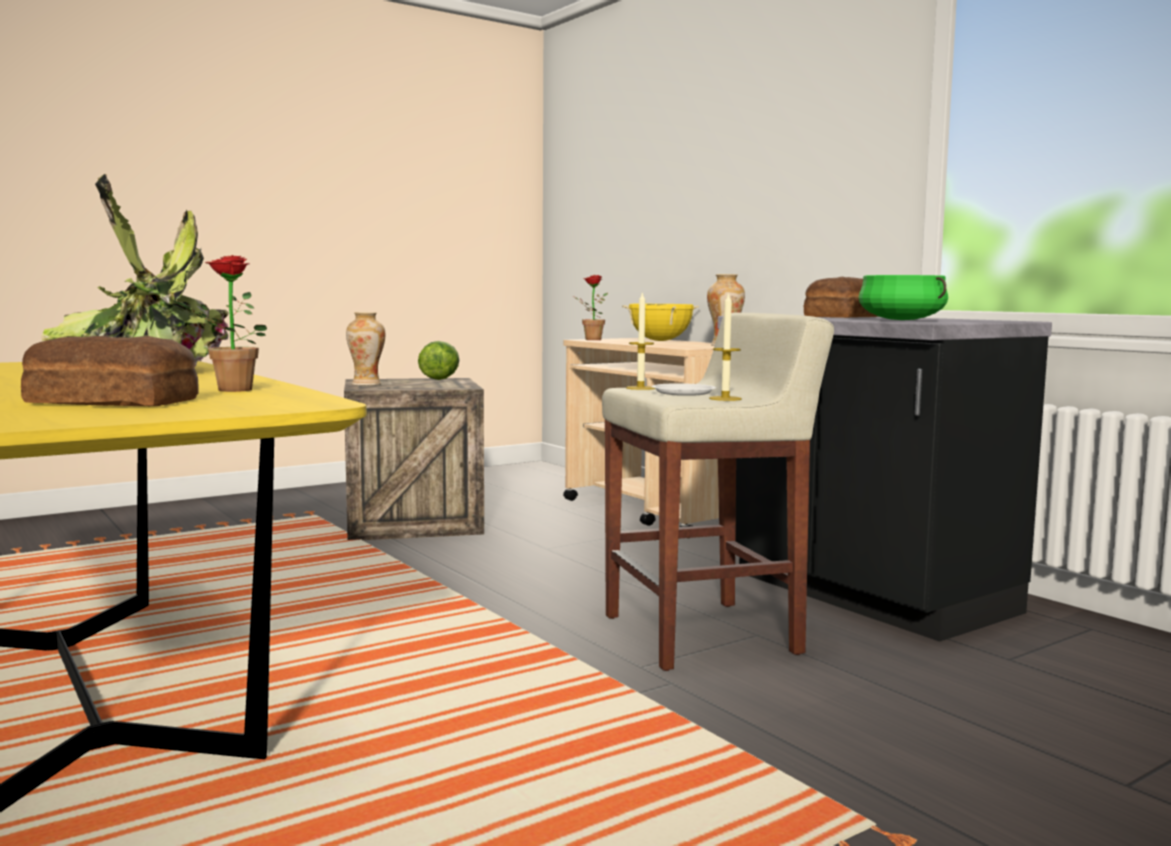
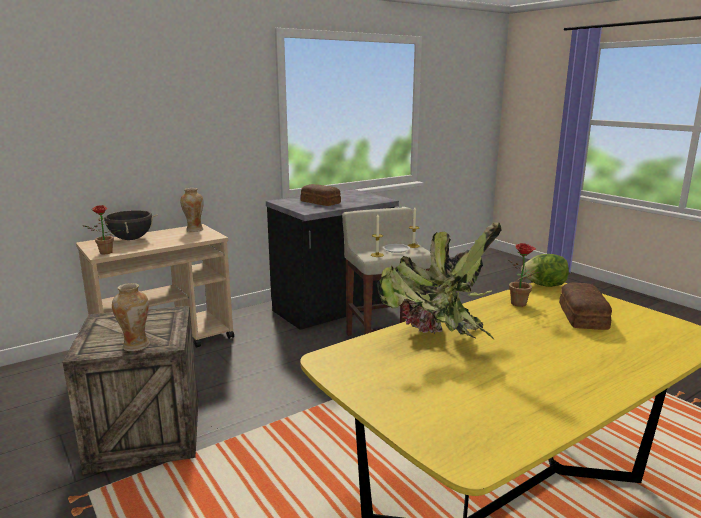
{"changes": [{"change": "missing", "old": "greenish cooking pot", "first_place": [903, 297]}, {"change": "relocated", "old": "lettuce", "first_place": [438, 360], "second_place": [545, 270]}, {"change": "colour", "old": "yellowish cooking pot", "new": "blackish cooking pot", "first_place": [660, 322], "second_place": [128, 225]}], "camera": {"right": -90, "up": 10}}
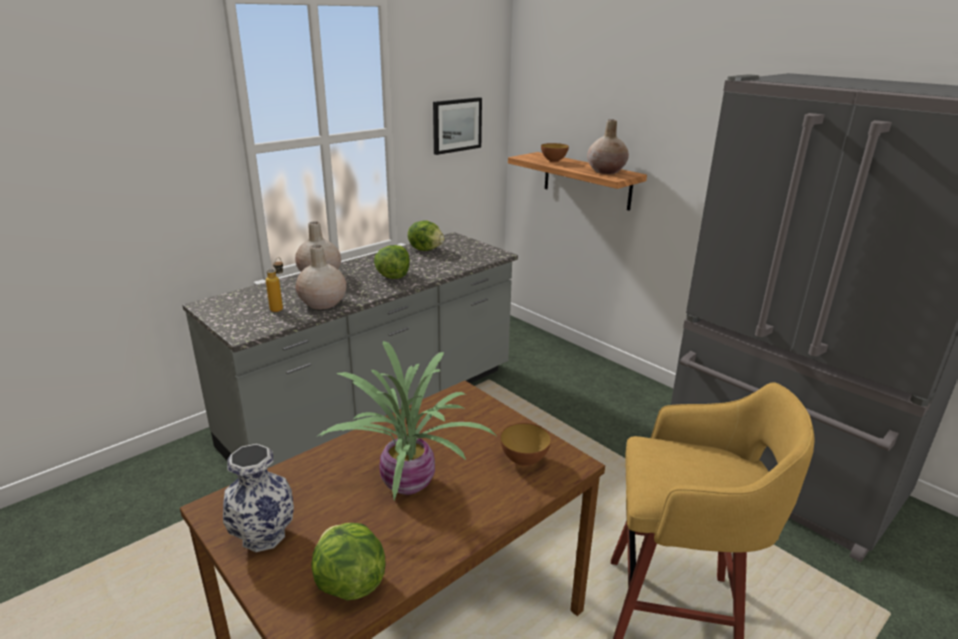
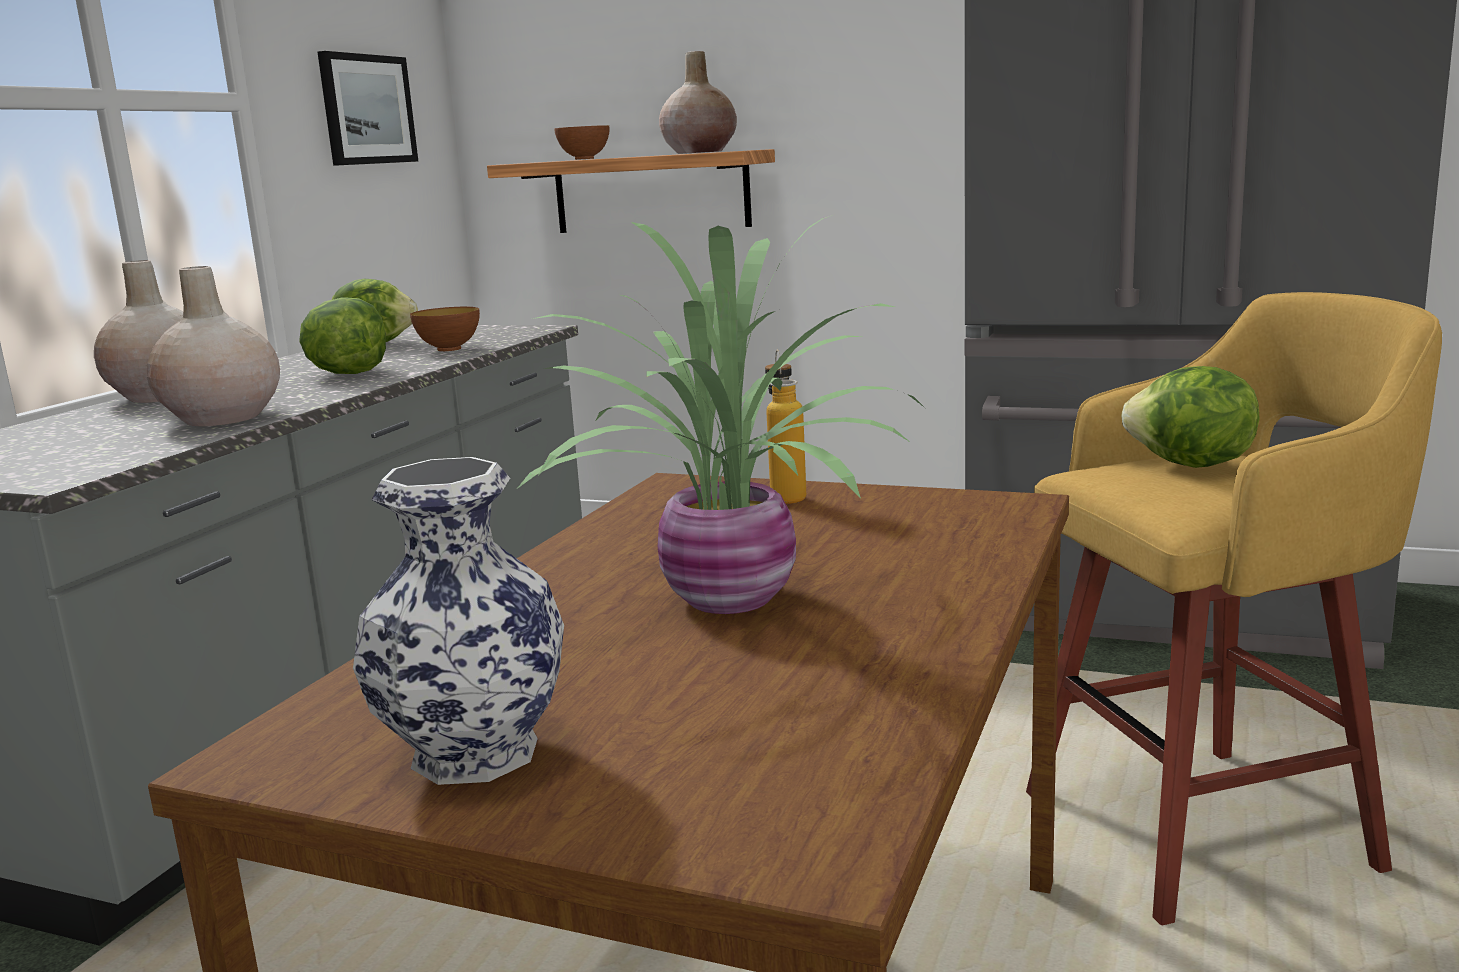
{"changes": [{"change": "relocated", "old": "beverage bottle", "first_place": [274, 284], "second_place": [785, 426]}, {"change": "relocated", "old": "lettuce", "first_place": [348, 562], "second_place": [1190, 417]}, {"change": "relocated", "old": "serving bowl", "first_place": [525, 444], "second_place": [445, 329]}], "camera": {"right": -25, "up": -10}}
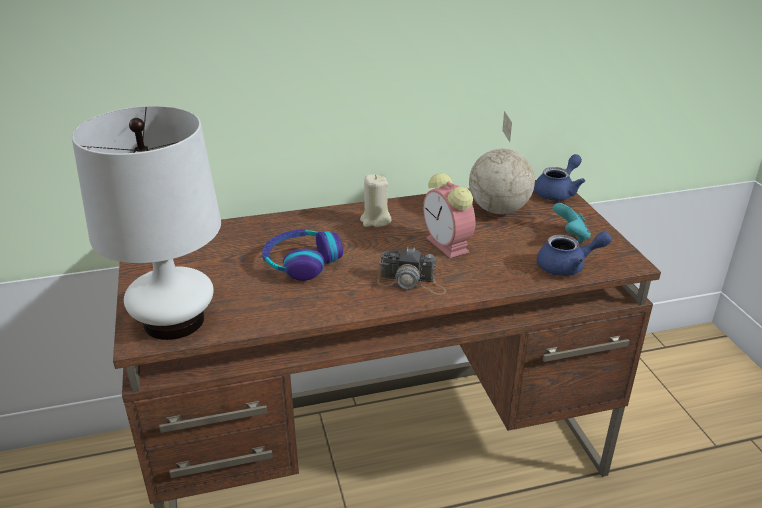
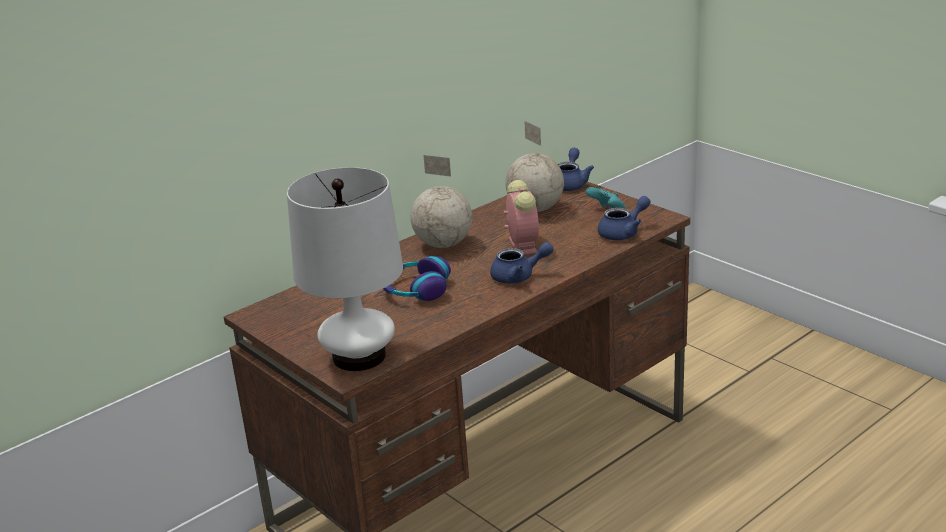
{"changes": [{"change": "exchanged", "old": "beige-coloured wax candle", "new": "globe", "first_place": [375, 200], "second_place": [441, 201]}, {"change": "exchanged", "old": "still camera", "new": "bluish teapot", "first_place": [411, 271], "second_place": [522, 262]}, {"change": "spun", "old": "alarm clock", "first_place": [449, 215], "second_place": [521, 217], "degrees": -135}], "camera": {"right": -25, "up": -5}}
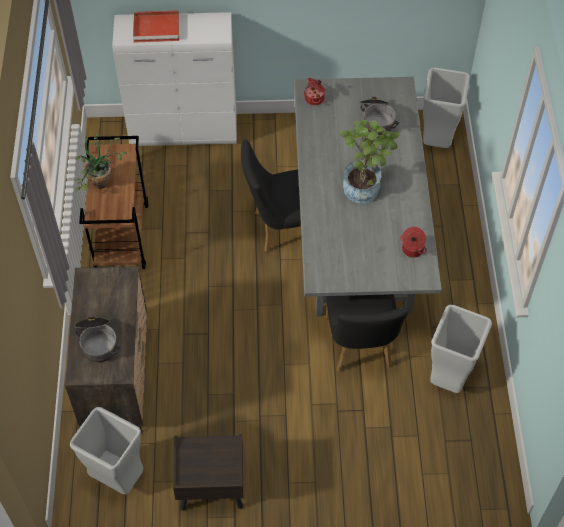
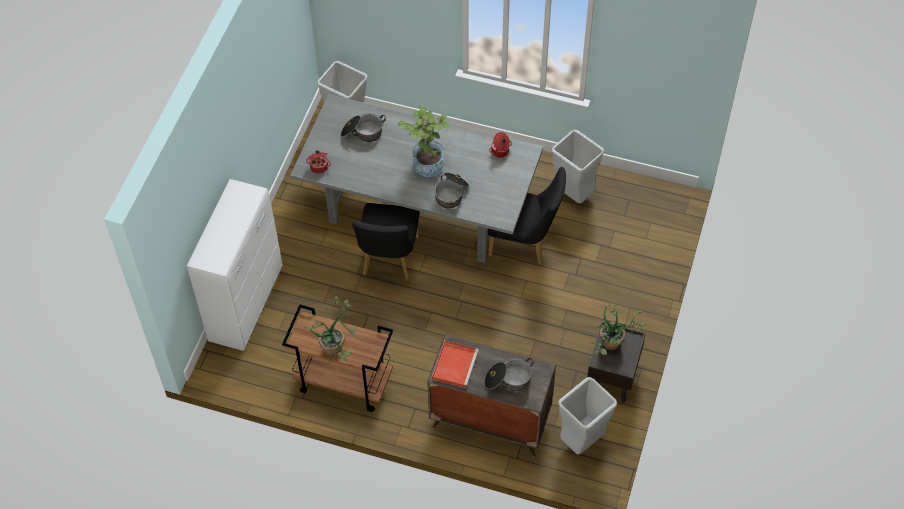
{"changes": [{"change": "appeared", "new": "cooking pot", "second_place": [451, 190]}, {"change": "appeared", "new": "houseplant", "second_place": [619, 329]}, {"change": "relocated", "old": "reddish serving tray", "first_place": [156, 26], "second_place": [455, 364]}], "camera": {"right": -70, "up": 0}}
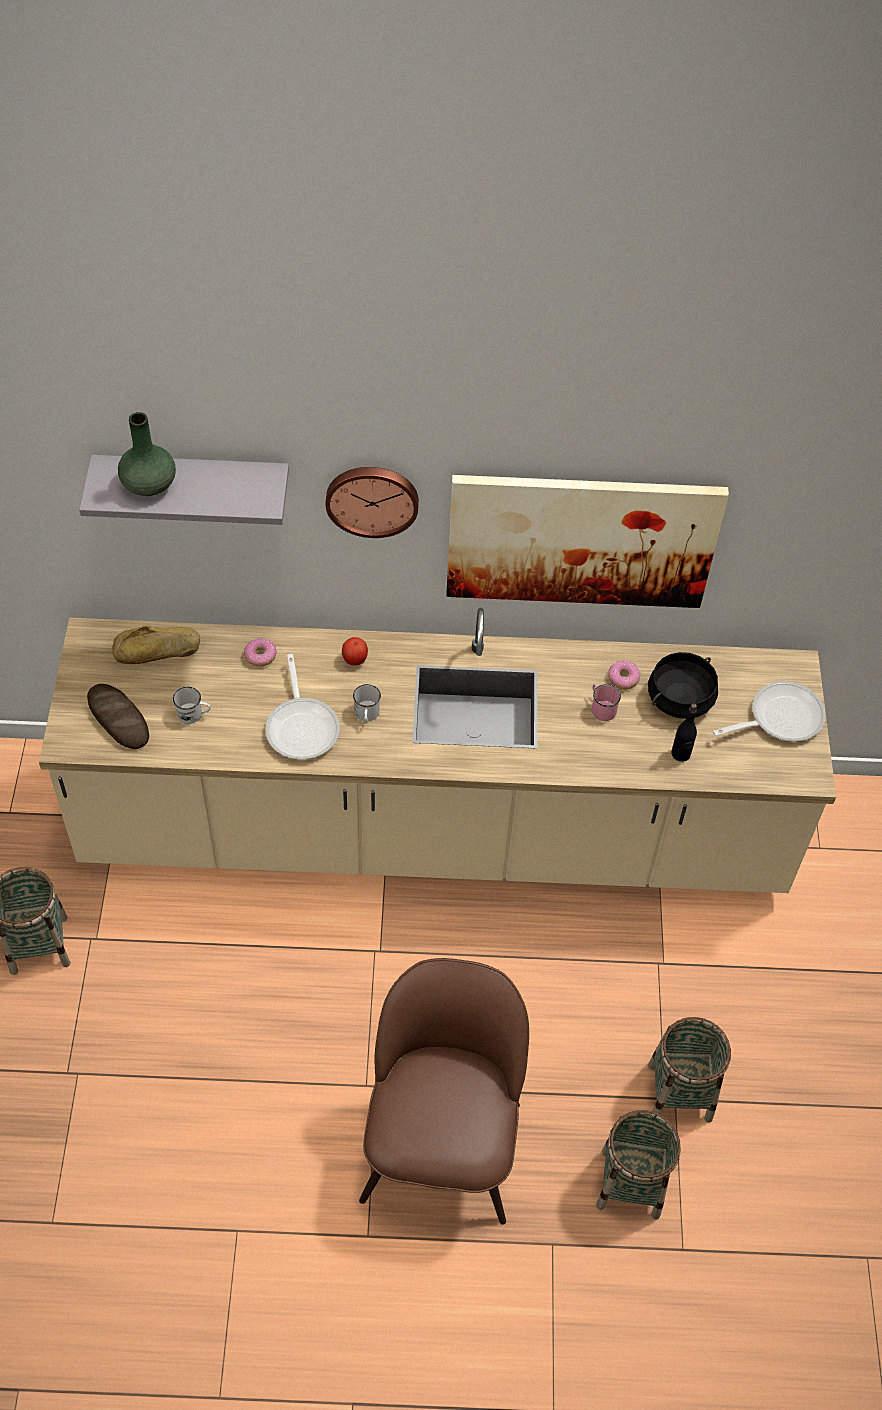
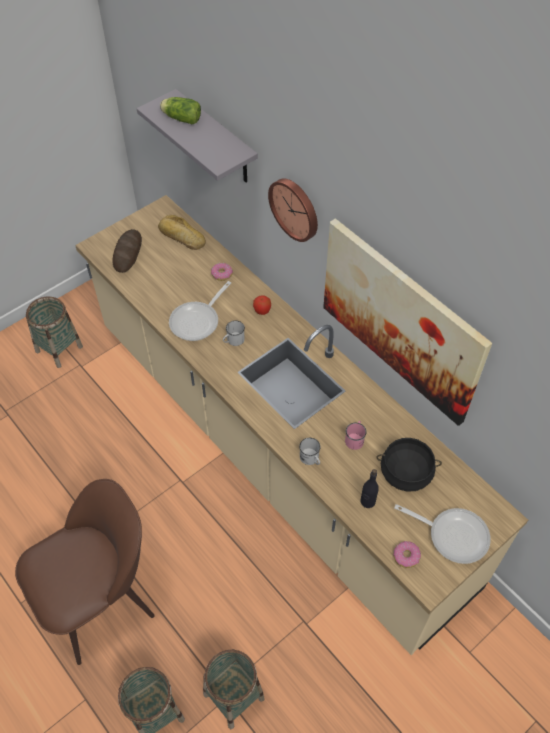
{"changes": [{"change": "relocated", "old": "white-coloured tea mug", "first_place": [192, 705], "second_place": [309, 451]}, {"change": "relocated", "old": "ring doughnut", "first_place": [624, 675], "second_place": [407, 554]}, {"change": "exchanged", "old": "greenish flower vase", "new": "lettuce", "first_place": [147, 454], "second_place": [180, 110]}], "camera": {"right": 50, "up": 0}}
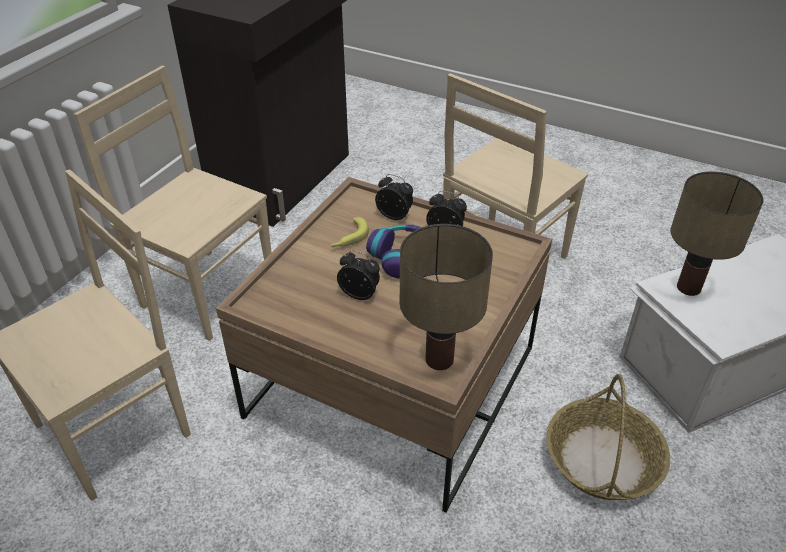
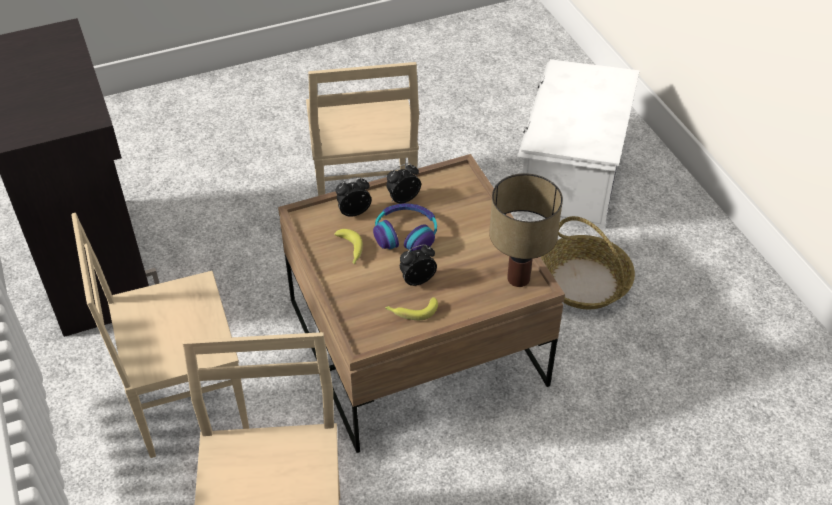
{"changes": [{"change": "missing", "old": "table lamp", "first_place": [717, 234]}, {"change": "appeared", "new": "whole banana", "second_place": [411, 308]}], "camera": {"right": -50, "up": 5}}
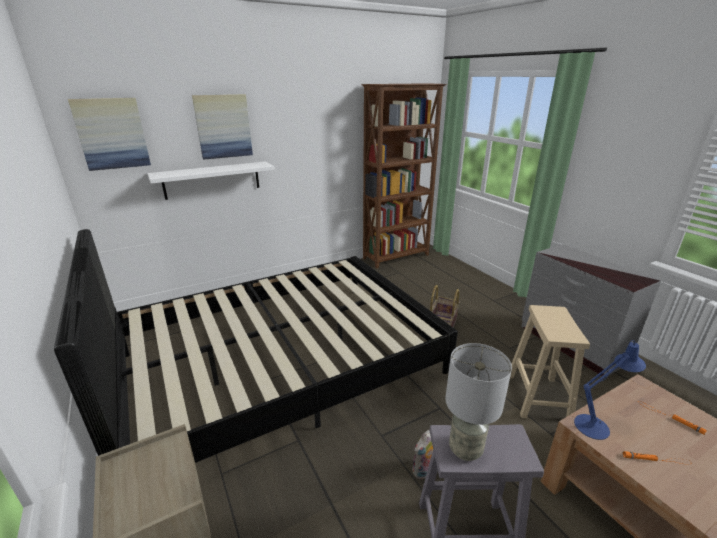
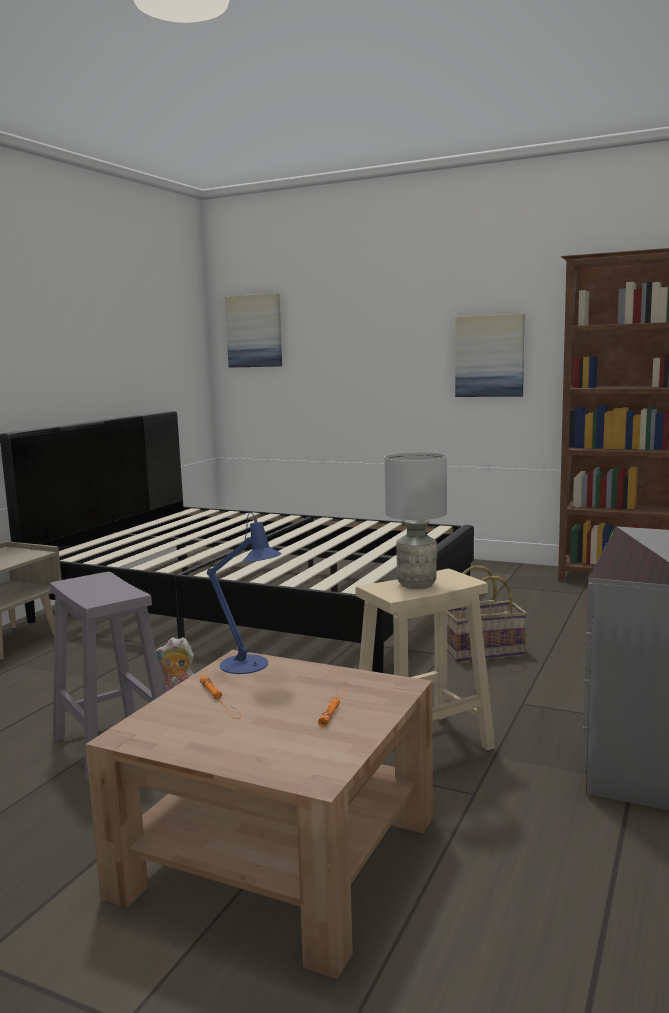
{"changes": [{"change": "missing", "old": "white-coloured shelf", "first_place": [211, 180]}, {"change": "relocated", "old": "wall art", "first_place": [222, 127], "second_place": [489, 355]}, {"change": "relocated", "old": "gray table lamp", "first_place": [478, 402], "second_place": [415, 520]}], "camera": {"right": 55, "up": -15}}
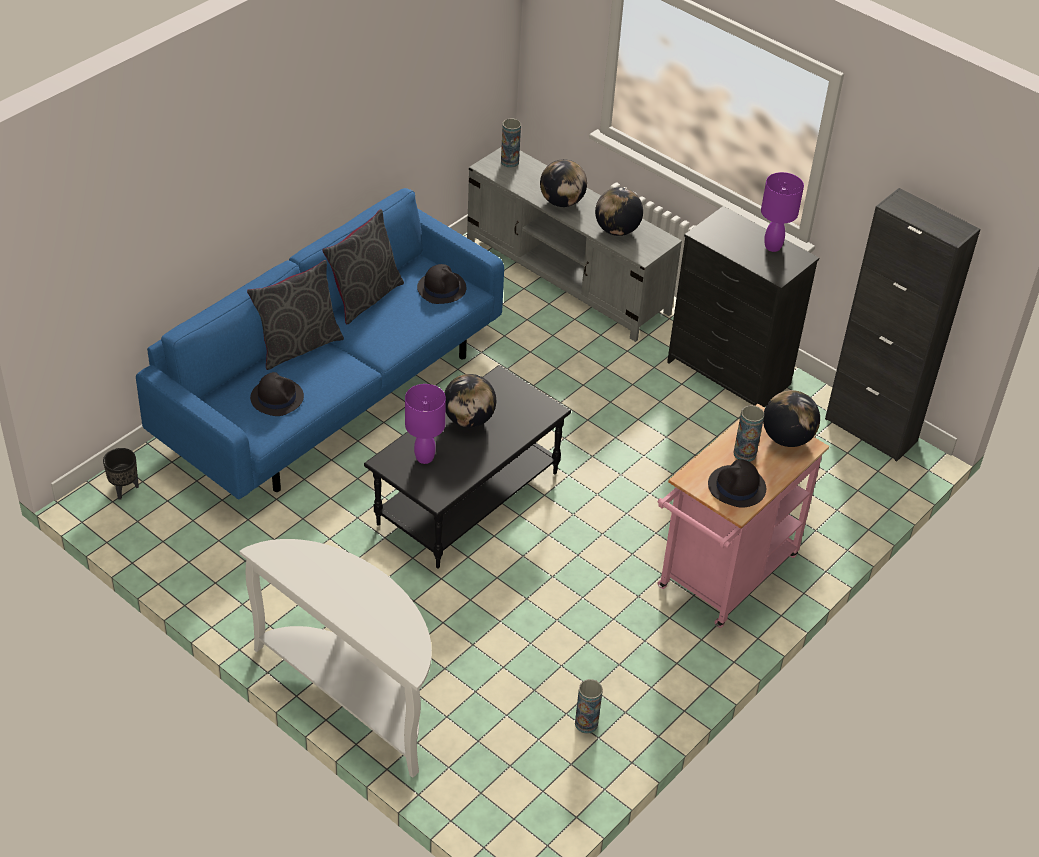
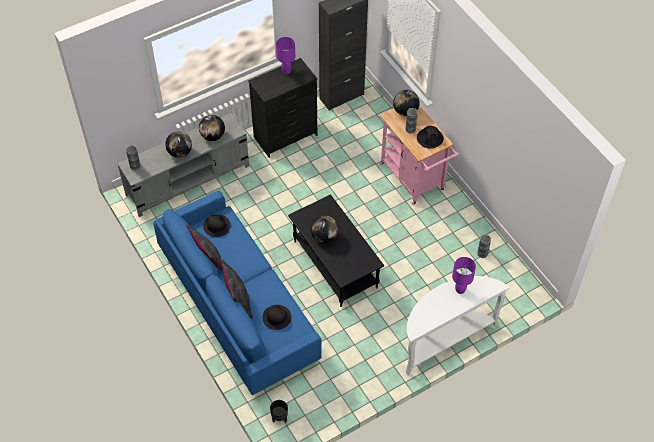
{"changes": [{"change": "relocated", "old": "purple-coloured table lamp", "first_place": [425, 424], "second_place": [464, 275]}], "camera": {"right": -70, "up": 10}}
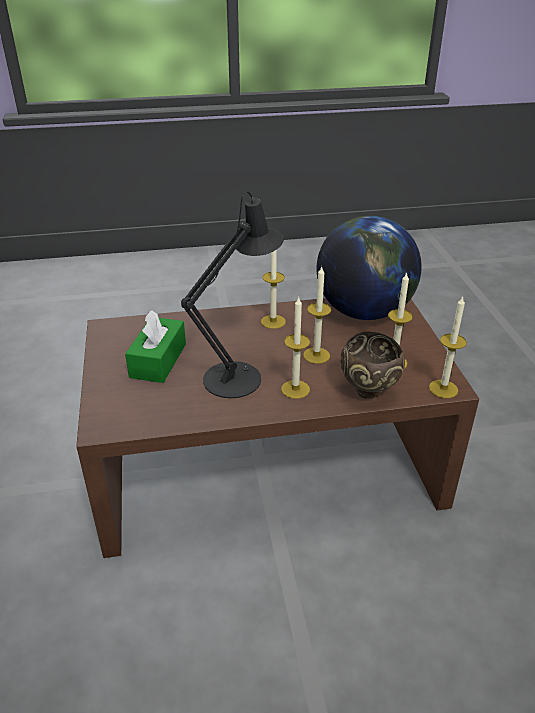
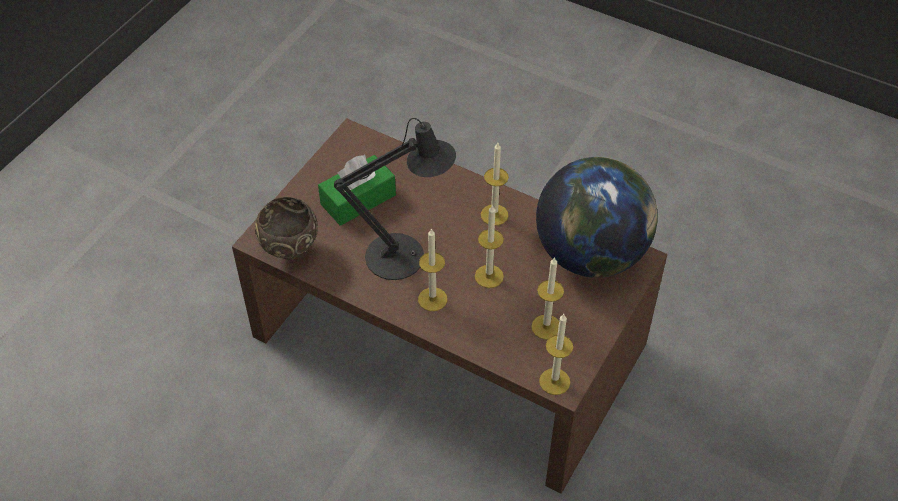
{"changes": [{"change": "relocated", "old": "brownish serving bowl", "first_place": [372, 365], "second_place": [286, 228]}], "camera": {"right": 40, "up": 15}}
